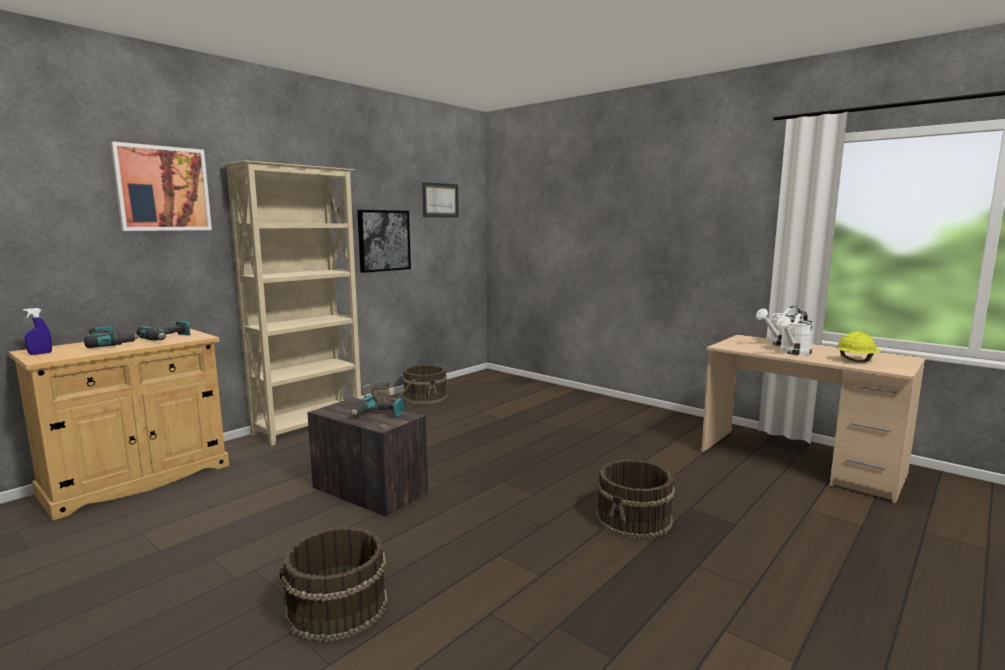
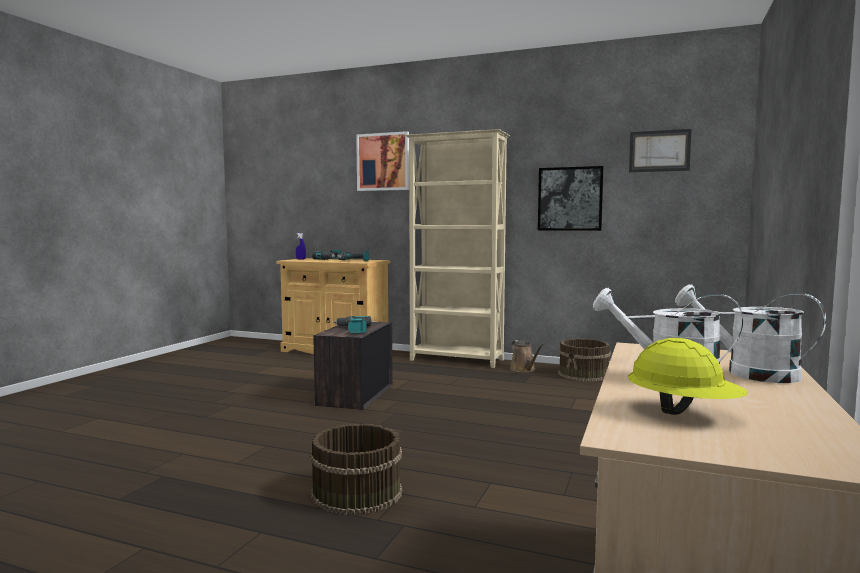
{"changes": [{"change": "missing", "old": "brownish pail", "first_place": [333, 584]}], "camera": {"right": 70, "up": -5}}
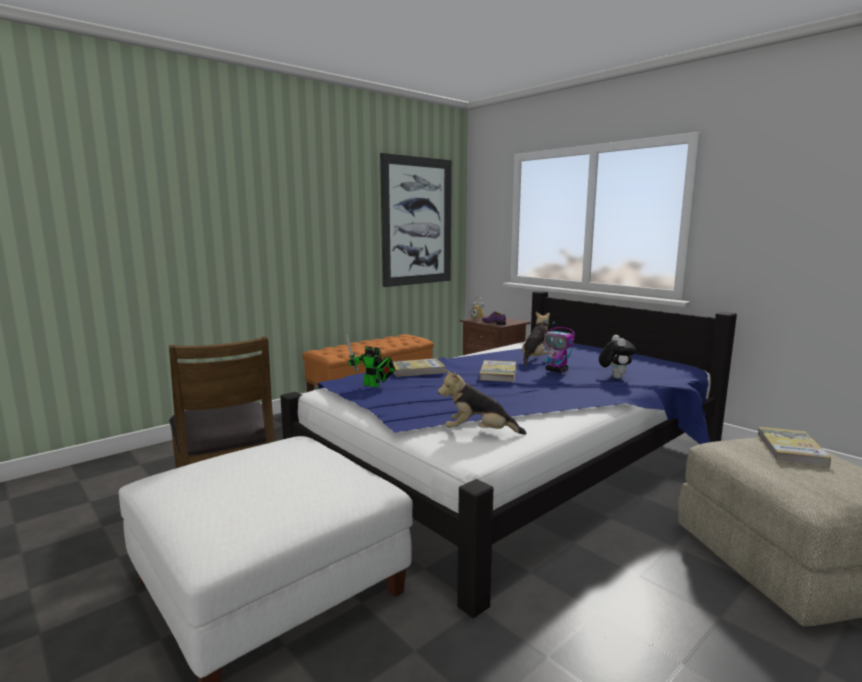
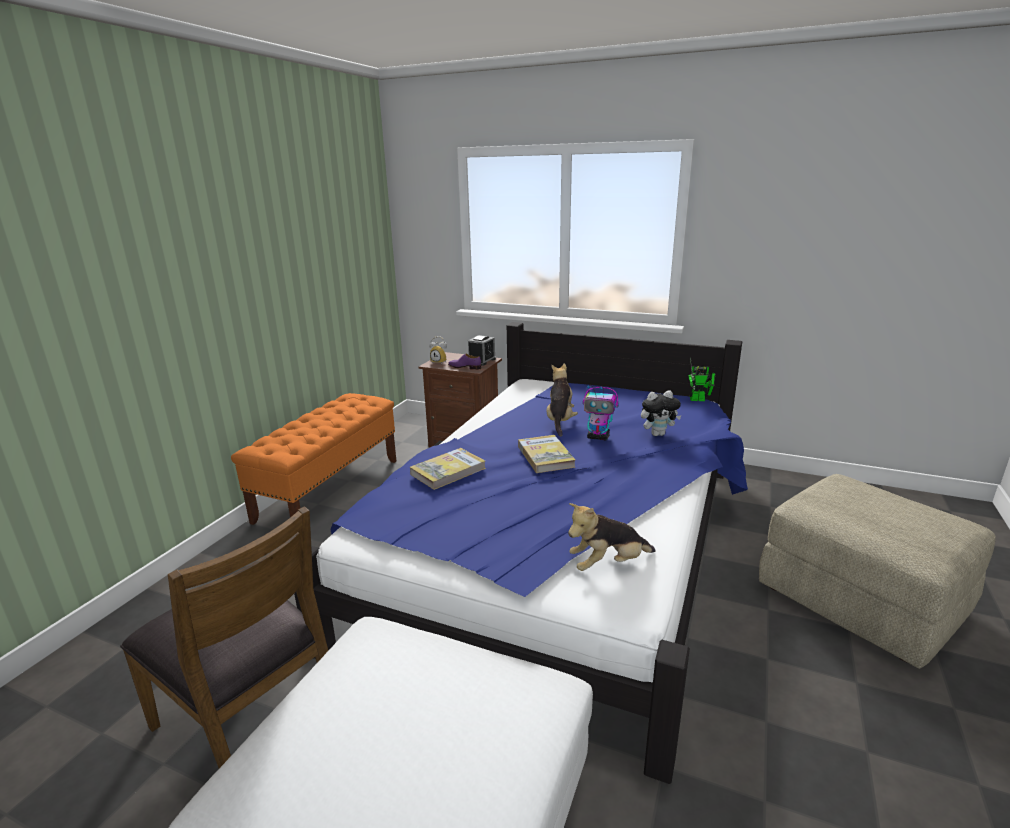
{"changes": [{"change": "missing", "old": "wall art", "first_place": [416, 220]}, {"change": "missing", "old": "book", "first_place": [794, 447]}, {"change": "appeared", "new": "alarm clock", "second_place": [482, 350]}, {"change": "relocated", "old": "robot figure", "first_place": [370, 360], "second_place": [702, 379]}, {"change": "spun", "old": "plush toy", "first_place": [617, 357], "second_place": [661, 413], "degrees": 105}], "camera": {"right": -25, "up": 10}}
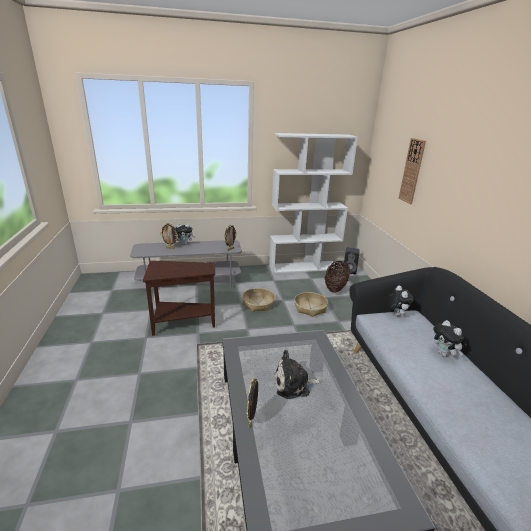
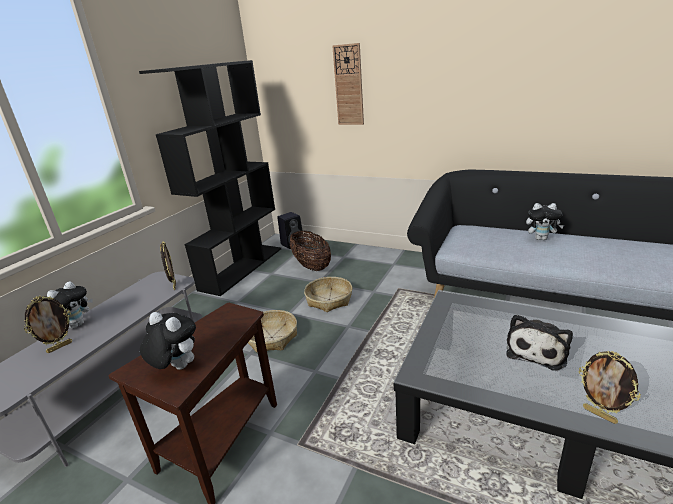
{"changes": [{"change": "relocated", "old": "plush toy", "first_place": [399, 301], "second_place": [168, 341]}, {"change": "colour", "old": "white-coloured bookshelf", "new": "blackish bookshelf", "first_place": [313, 203], "second_place": [210, 178]}], "camera": {"right": -50, "up": 0}}
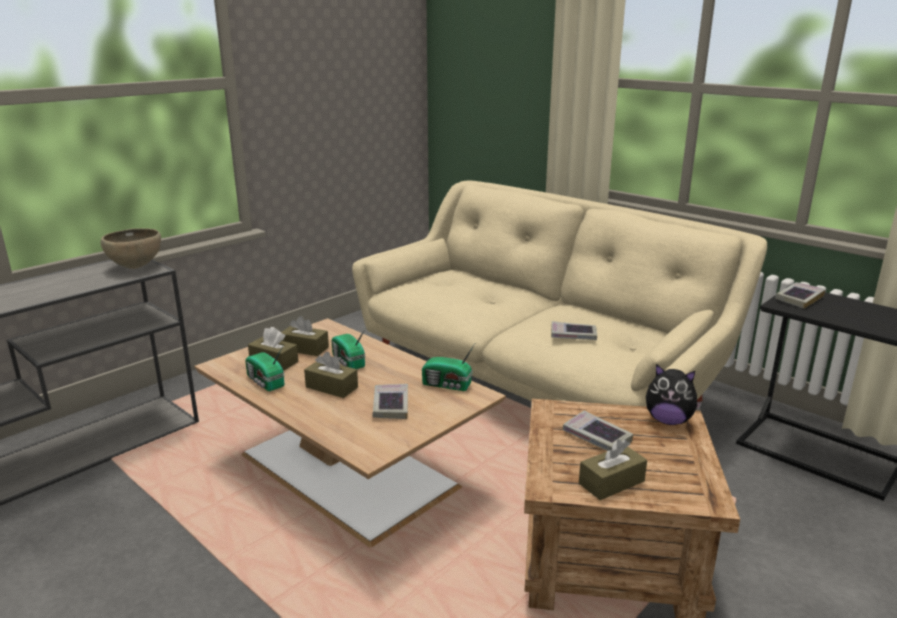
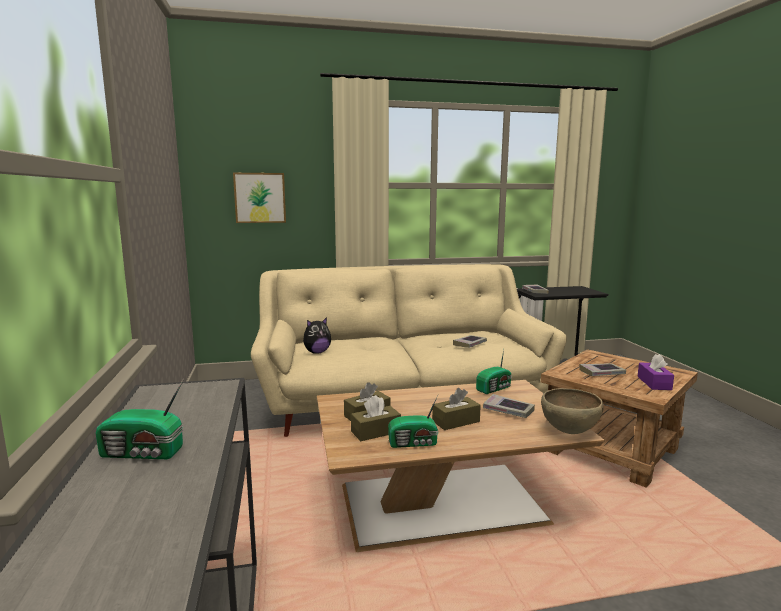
{"changes": [{"change": "appeared", "new": "wall art", "second_place": [259, 198]}, {"change": "relocated", "old": "brownish serving bowl", "first_place": [130, 248], "second_place": [572, 411]}, {"change": "relocated", "old": "radio set", "first_place": [349, 349], "second_place": [139, 418]}, {"change": "relocated", "old": "plush toy", "first_place": [674, 394], "second_place": [317, 335]}, {"change": "colour", "old": "brownish tissue box", "new": "purple-coloured tissue box", "first_place": [613, 470], "second_place": [655, 372]}], "camera": {"right": -55, "up": -10}}
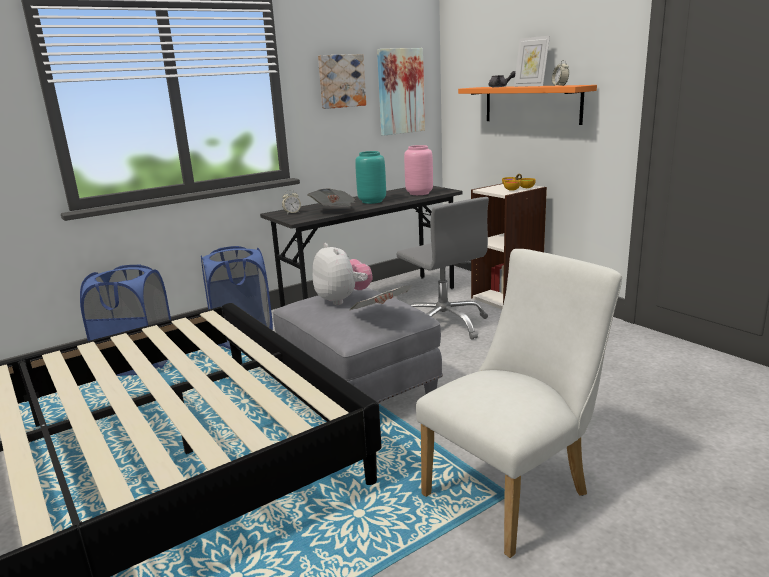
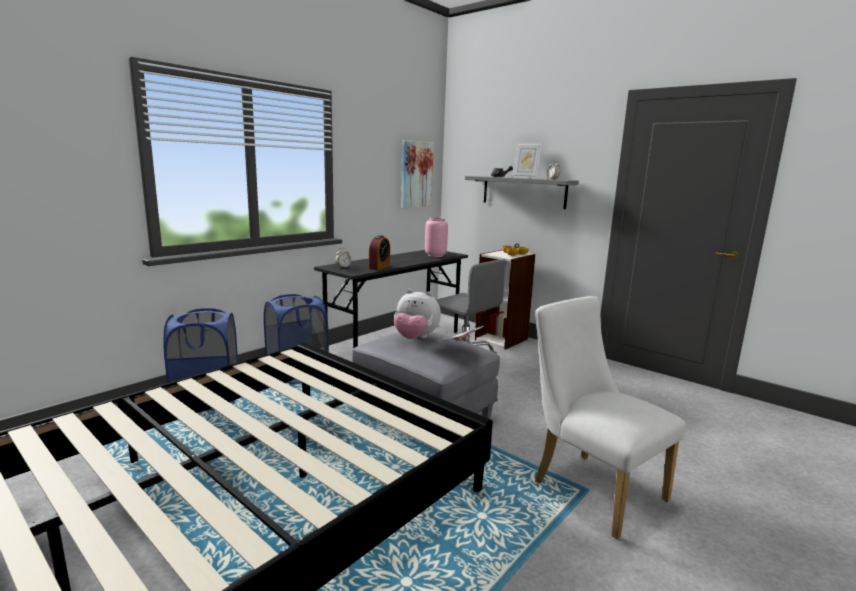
{"changes": [{"change": "missing", "old": "wall art", "first_place": [342, 81]}, {"change": "missing", "old": "turquoise-coloured flower vase", "first_place": [370, 177]}, {"change": "exchanged", "old": "newspaper", "new": "alarm clock", "first_place": [331, 198], "second_place": [379, 252]}, {"change": "colour", "old": "orange-coloured shelf", "new": "gray shelf", "first_place": [527, 105], "second_place": [522, 192]}, {"change": "spun", "old": "plush toy", "first_place": [343, 274], "second_place": [417, 314], "degrees": 150}, {"change": "spun", "old": "white-coloured chair", "first_place": [519, 403], "second_place": [610, 417], "degrees": -75}], "camera": {"right": -15, "up": -5}}
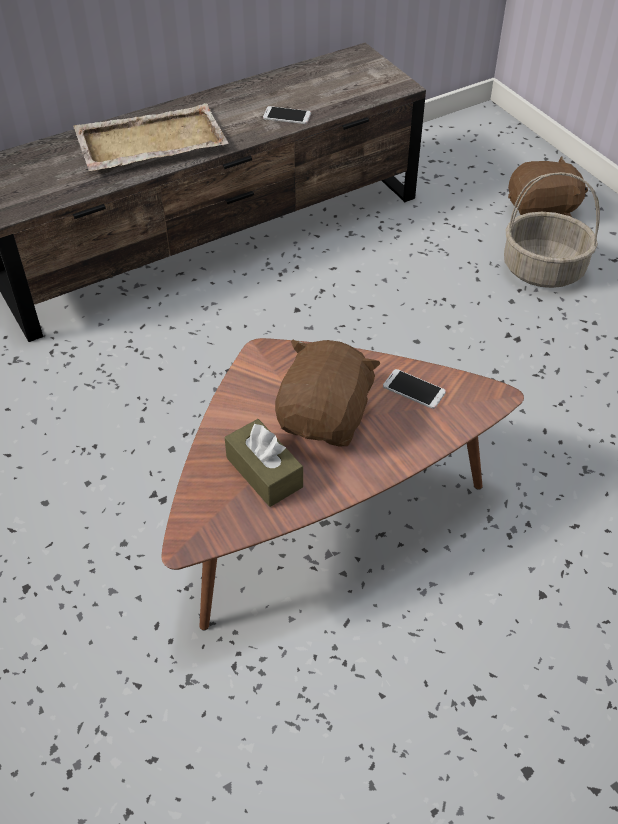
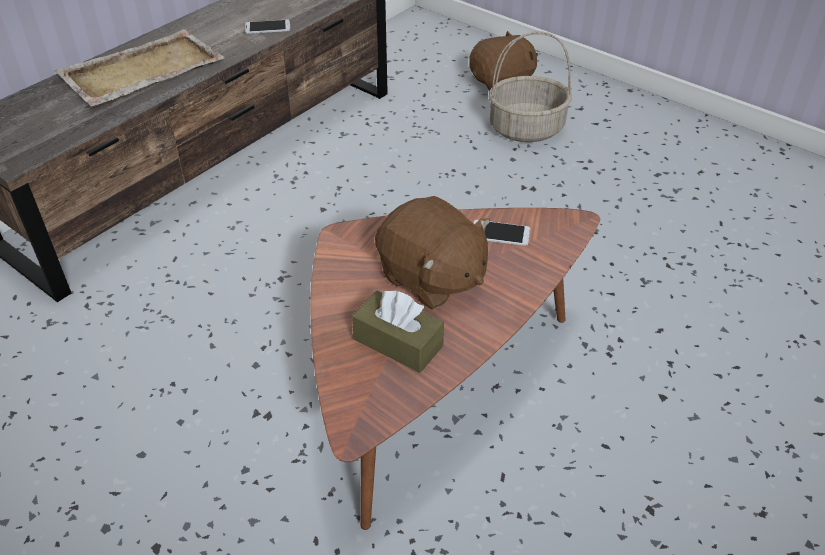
{"changes": [{"change": "spun", "old": "brownish plush toy", "first_place": [328, 393], "second_place": [432, 253], "degrees": 135}], "camera": {"right": -20, "up": -5}}
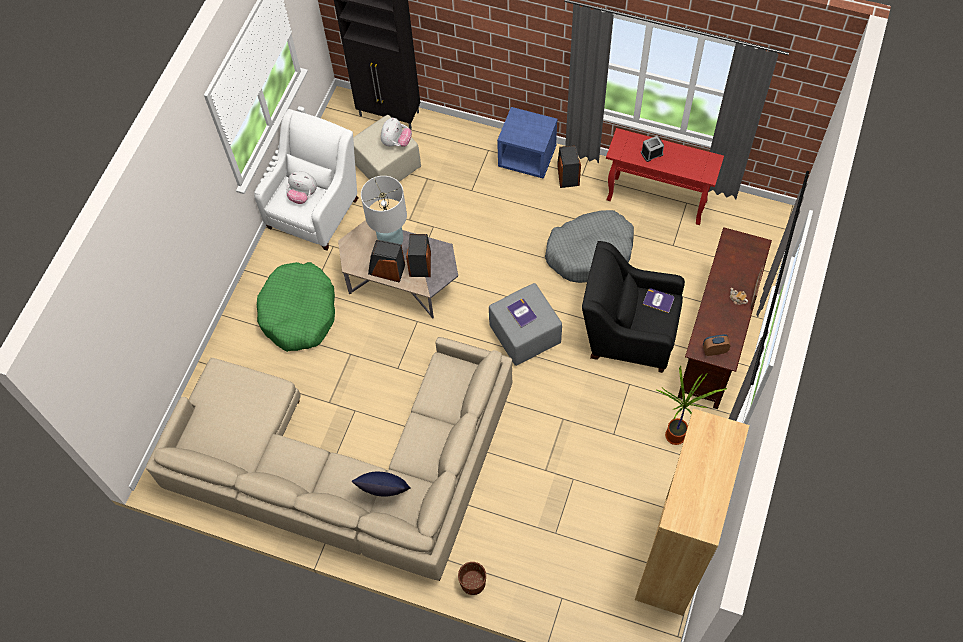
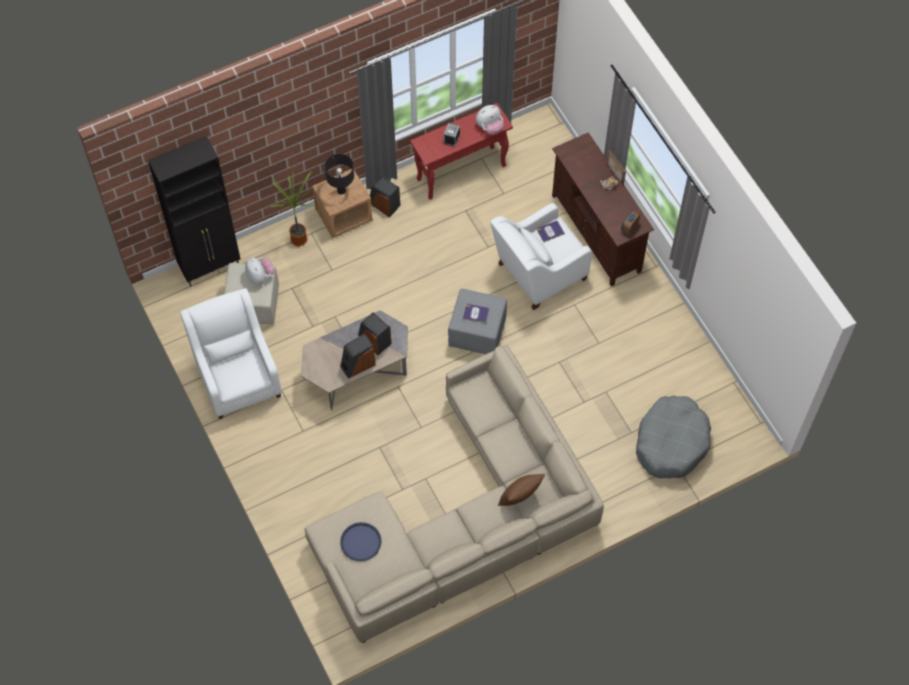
{"changes": [{"change": "missing", "old": "greenish pet bed", "first_place": [296, 307]}, {"change": "missing", "old": "white-coloured table lamp", "first_place": [384, 210]}, {"change": "missing", "old": "brownish plant pot", "first_place": [472, 578]}, {"change": "missing", "old": "brownish bookshelf", "first_place": [692, 512]}, {"change": "appeared", "new": "blackish table lamp", "second_place": [339, 174]}, {"change": "appeared", "new": "bluish serving tray", "second_place": [361, 541]}, {"change": "relocated", "old": "plush toy", "first_place": [302, 187], "second_place": [490, 120]}, {"change": "relocated", "old": "gray pet bed", "first_place": [589, 246], "second_place": [673, 437]}, {"change": "relocated", "old": "houseplant", "first_place": [691, 405], "second_place": [292, 208]}, {"change": "colour", "old": "bluish throw pillow", "new": "brownish throw pillow", "first_place": [381, 484], "second_place": [521, 490]}, {"change": "colour", "old": "bluish nightstand", "new": "brownish nightstand", "first_place": [527, 143], "second_place": [342, 203]}, {"change": "colour", "old": "blackish armchair", "new": "white-coloured armchair", "first_place": [633, 307], "second_place": [541, 256]}], "camera": {"right": -50, "up": 0}}
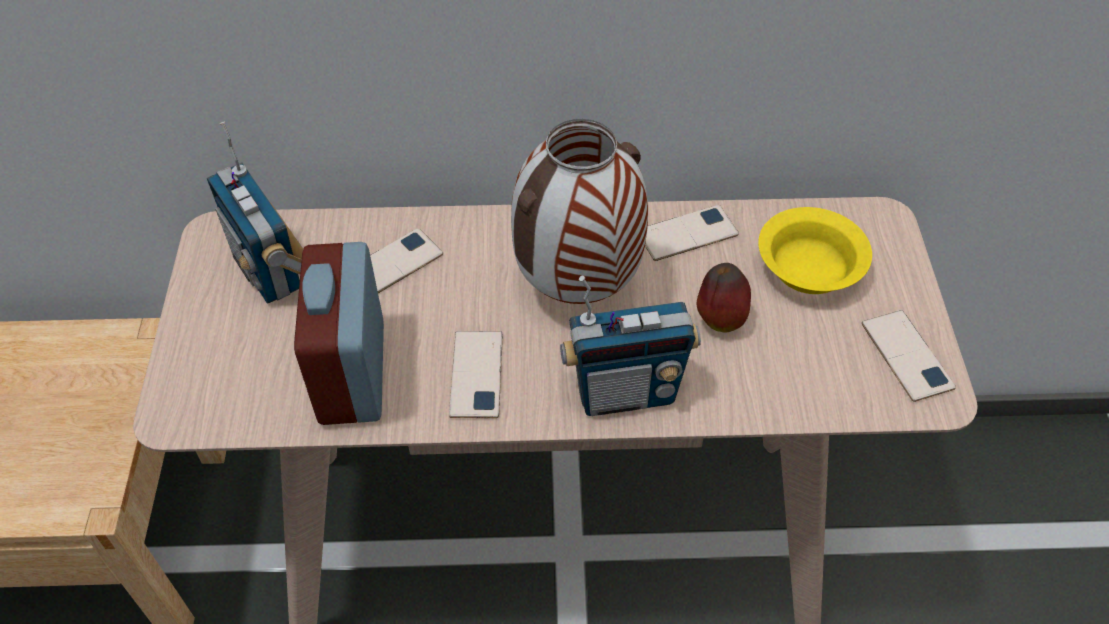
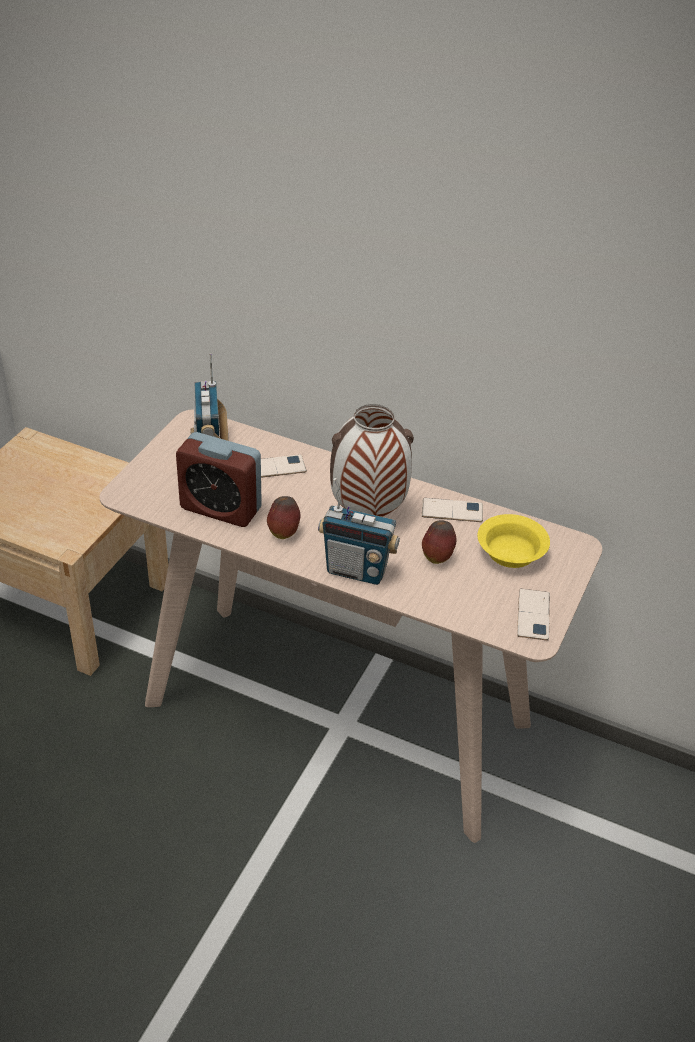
{"changes": [{"change": "exchanged", "old": "telephone", "new": "apple fruit", "first_place": [476, 374], "second_place": [283, 517]}, {"change": "spun", "old": "alarm clock", "first_place": [339, 333], "second_place": [219, 479], "degrees": -90}], "camera": {"right": 25, "up": -10}}
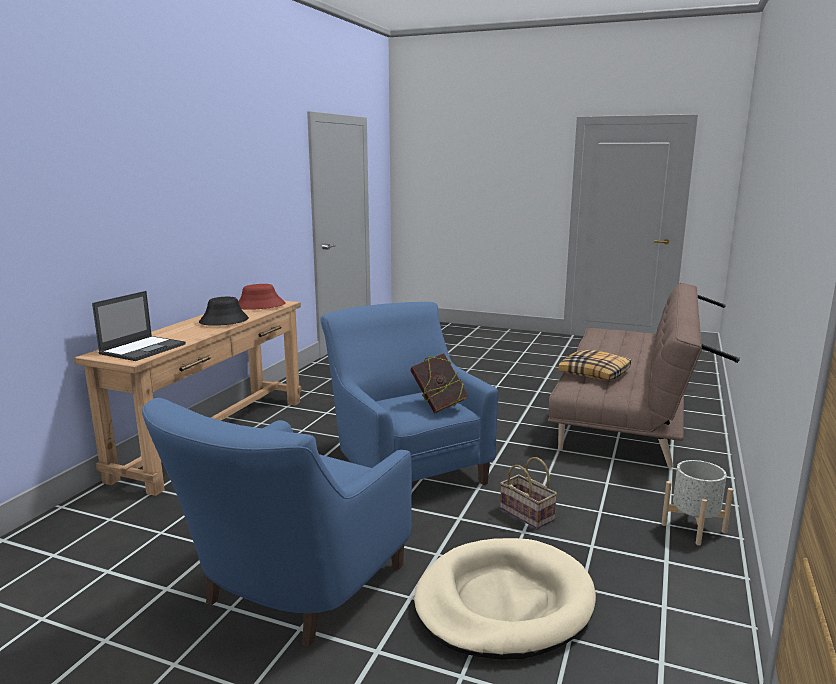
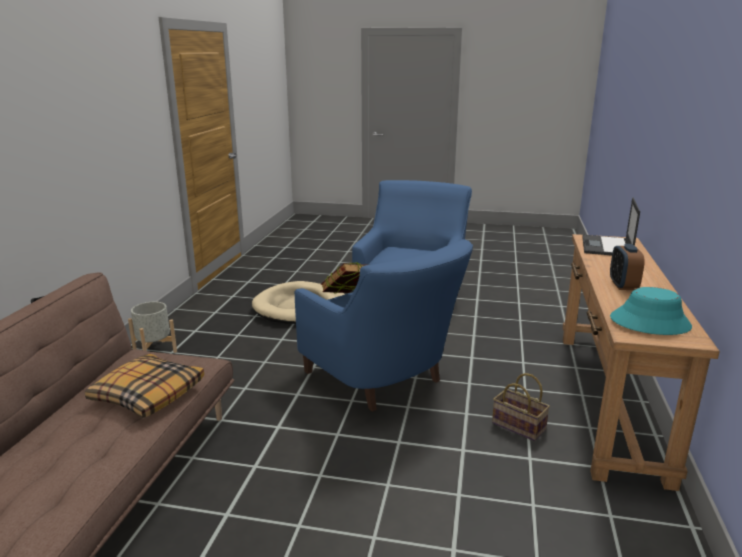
{"changes": [{"change": "relocated", "old": "household basket", "first_place": [528, 493], "second_place": [521, 407]}, {"change": "exchanged", "old": "blackish wearable hat", "new": "alarm clock", "first_place": [224, 311], "second_place": [627, 267]}, {"change": "colour", "old": "reddish wearable hat", "new": "turquoise-coloured wearable hat", "first_place": [262, 297], "second_place": [651, 311]}], "camera": {"right": 170, "up": 5}}
